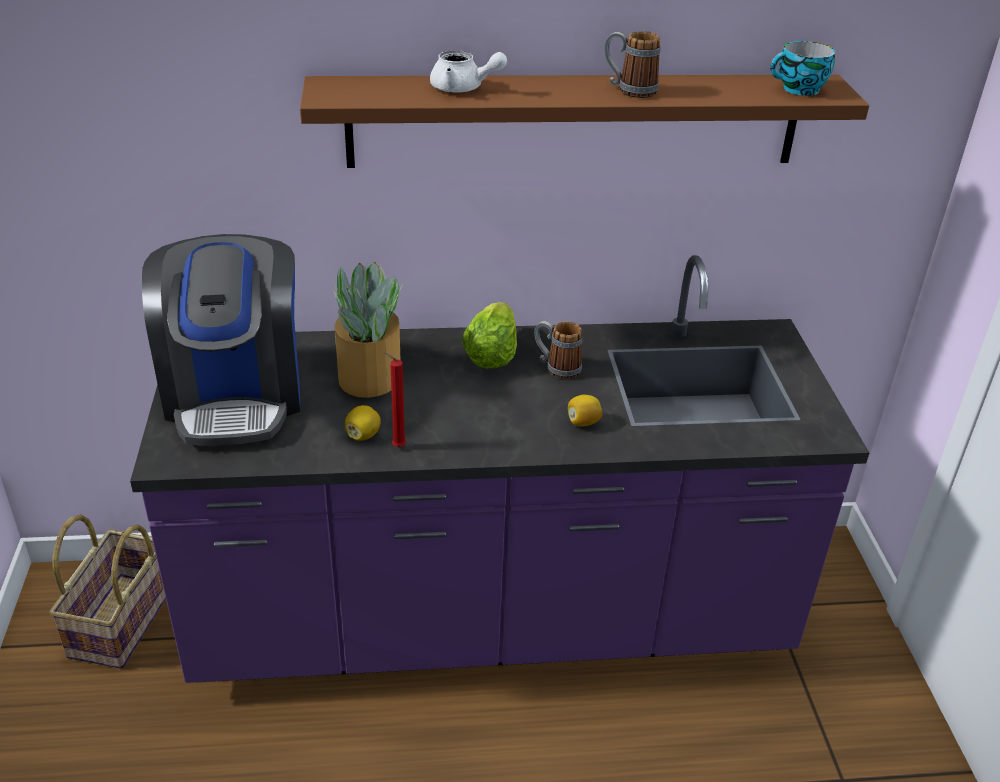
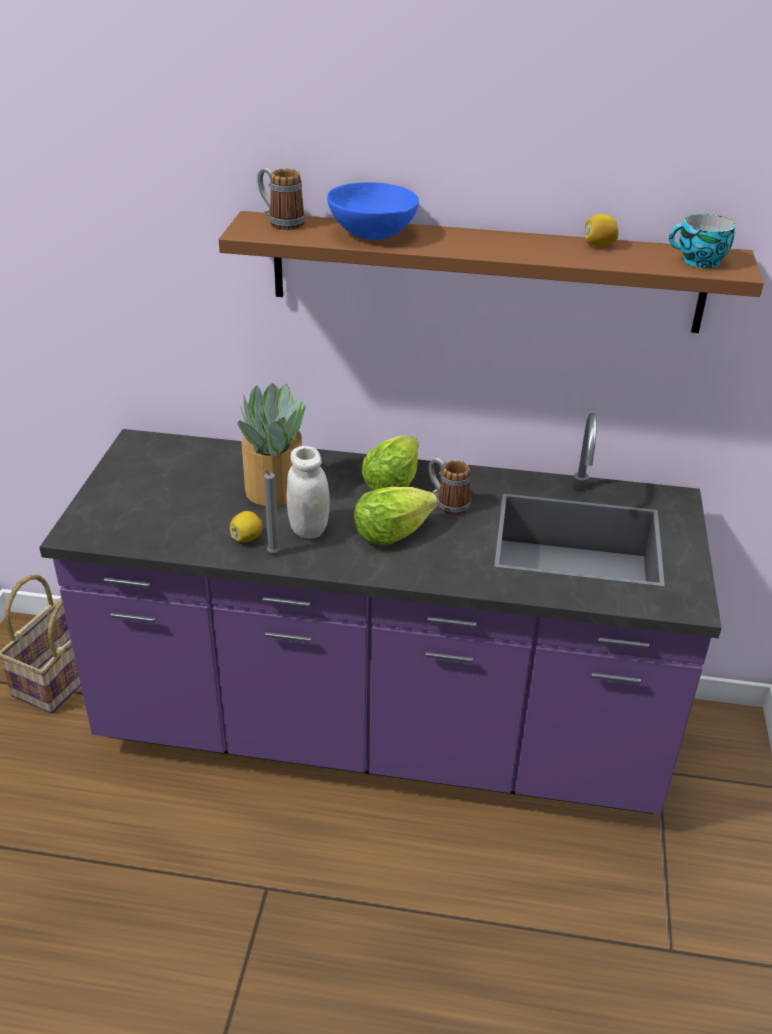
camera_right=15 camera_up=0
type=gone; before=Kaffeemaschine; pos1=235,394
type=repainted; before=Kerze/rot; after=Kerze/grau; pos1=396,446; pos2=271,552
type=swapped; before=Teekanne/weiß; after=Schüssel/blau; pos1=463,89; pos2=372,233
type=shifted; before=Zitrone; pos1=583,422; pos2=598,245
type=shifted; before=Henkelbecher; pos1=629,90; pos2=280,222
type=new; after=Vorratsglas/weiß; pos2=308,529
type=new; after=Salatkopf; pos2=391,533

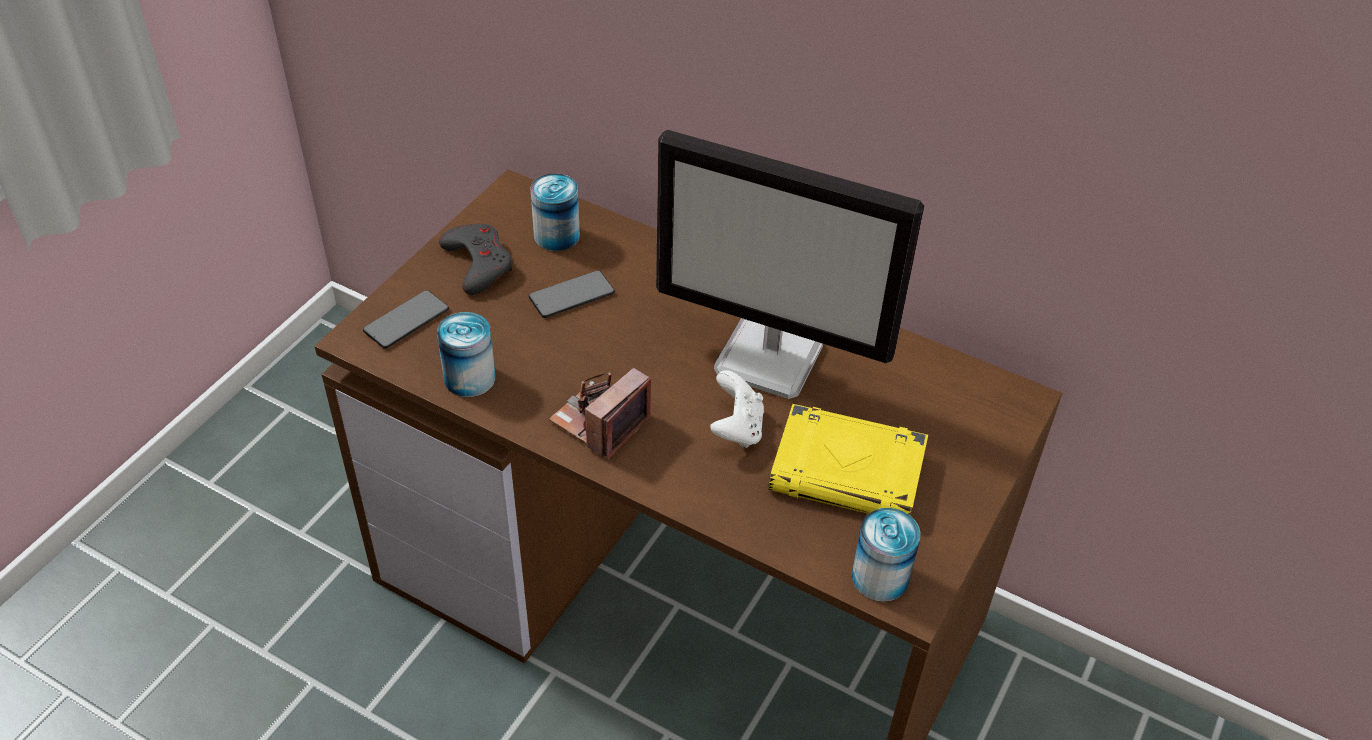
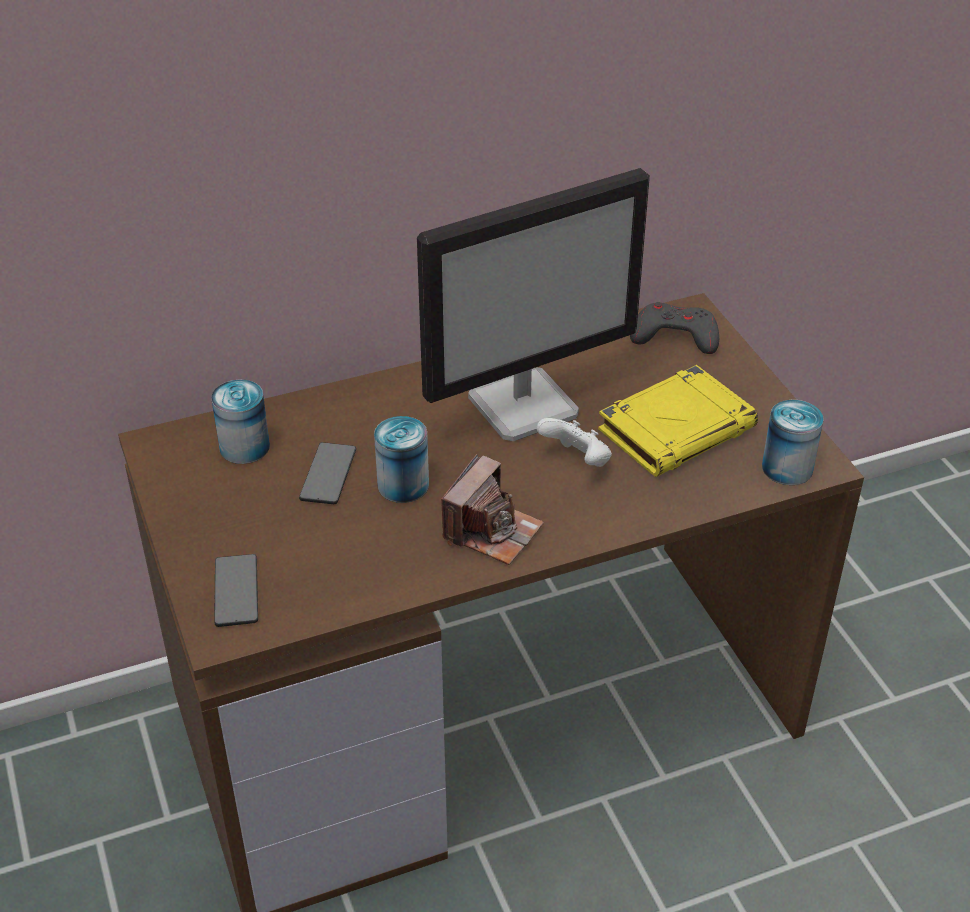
camera_right=-50 camera_up=-5
type=shifted; before=Dose; pos1=470,378; pos2=403,485
type=shifted; before=Gamepad/grau; pos1=478,263; pos2=675,335
type=rotated; before=Kamera; pos1=600,422; pos2=492,531; turn=-135

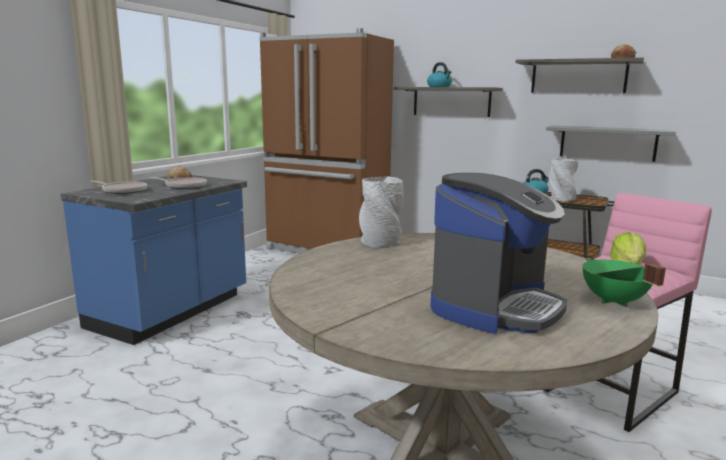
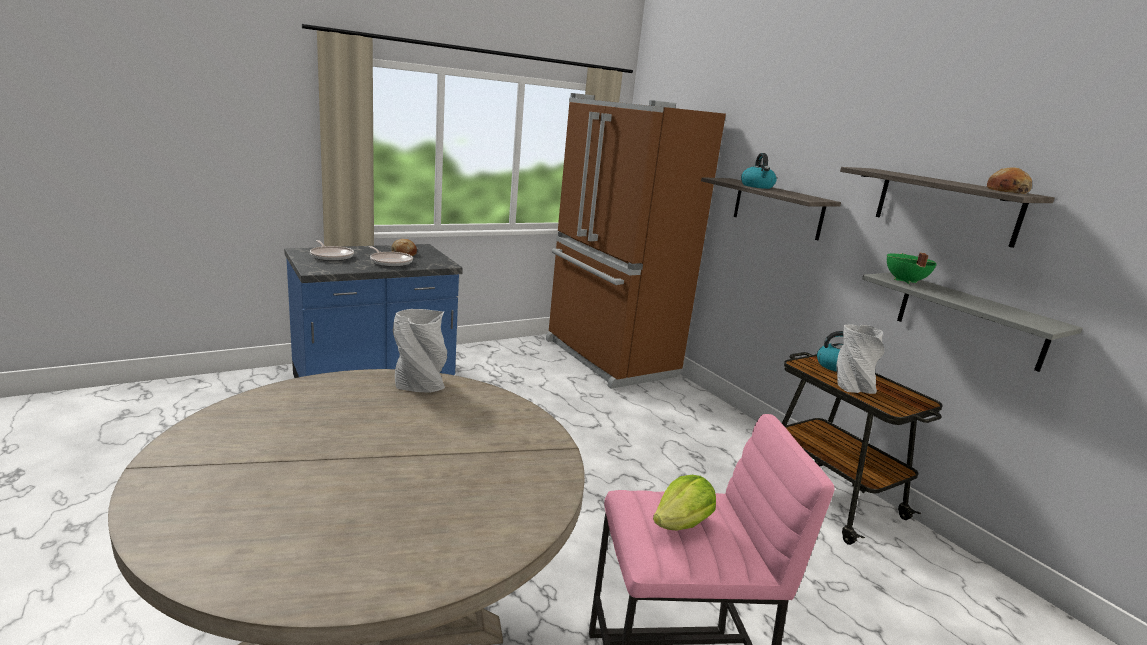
camera_right=30 camera_up=5
type=gone; before=Kaffeemaschine; pos1=494,307
type=shifted; before=Kochtopf/grün; pos1=613,301; pos2=904,281

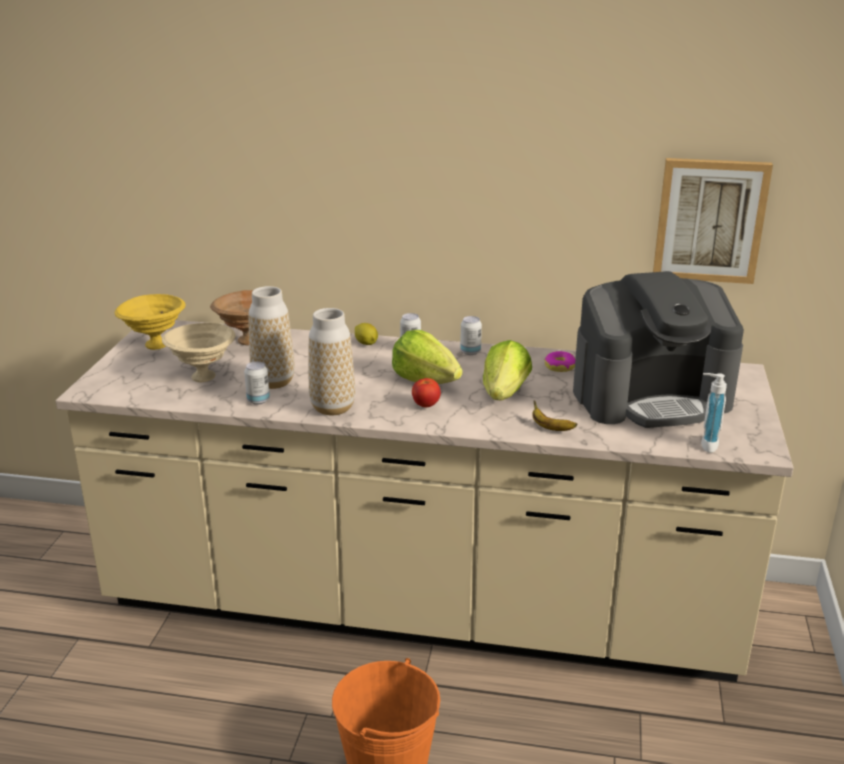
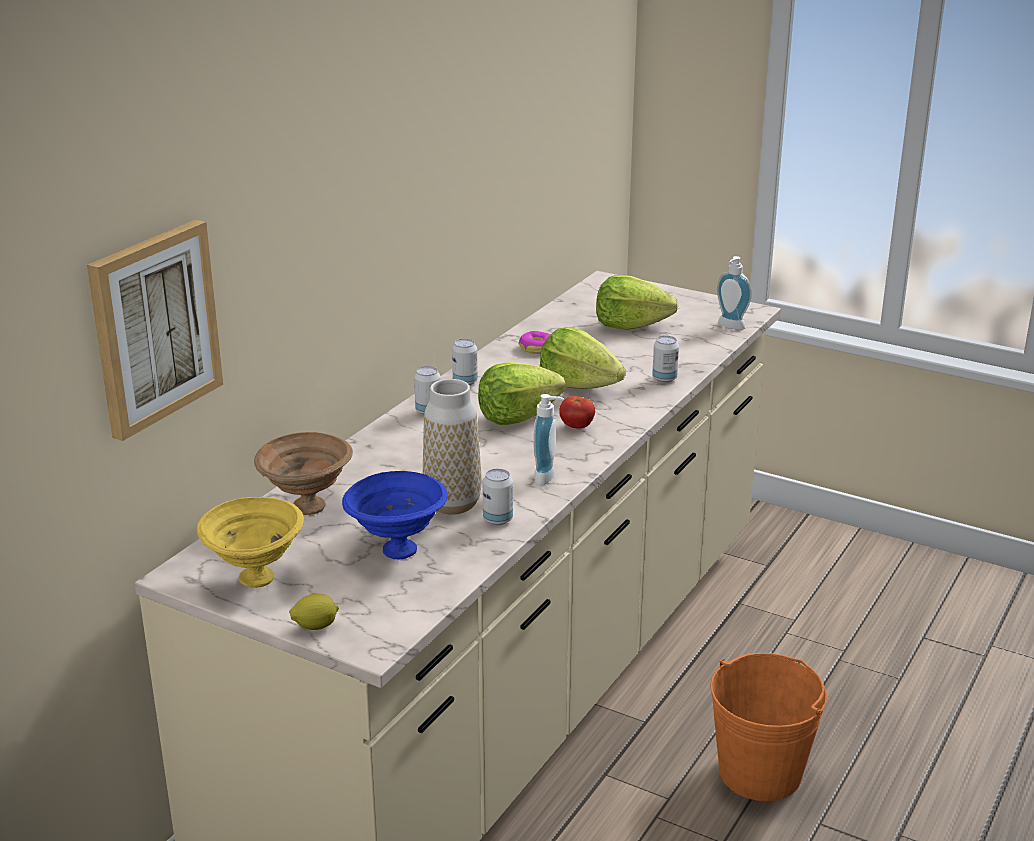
camera_right=-70 camera_up=0
type=repainted; before=Schüssel/beige; after=Schüssel/blau; pos1=202,376; pos2=396,551
type=swapped; before=Vase; after=Seifenspender; pos1=332,408; pos2=548,477
type=shifted; before=Zitrone; pos1=366,343; pos2=315,626
type=swapped; before=Banane; after=Dose; pos1=550,428; pos2=664,379
type=swapped; before=Kaffeemaschine; after=Salatkopf; pos1=651,397; pos2=630,325
type=shifted; before=Bild; pos1=709,220; pos2=154,327

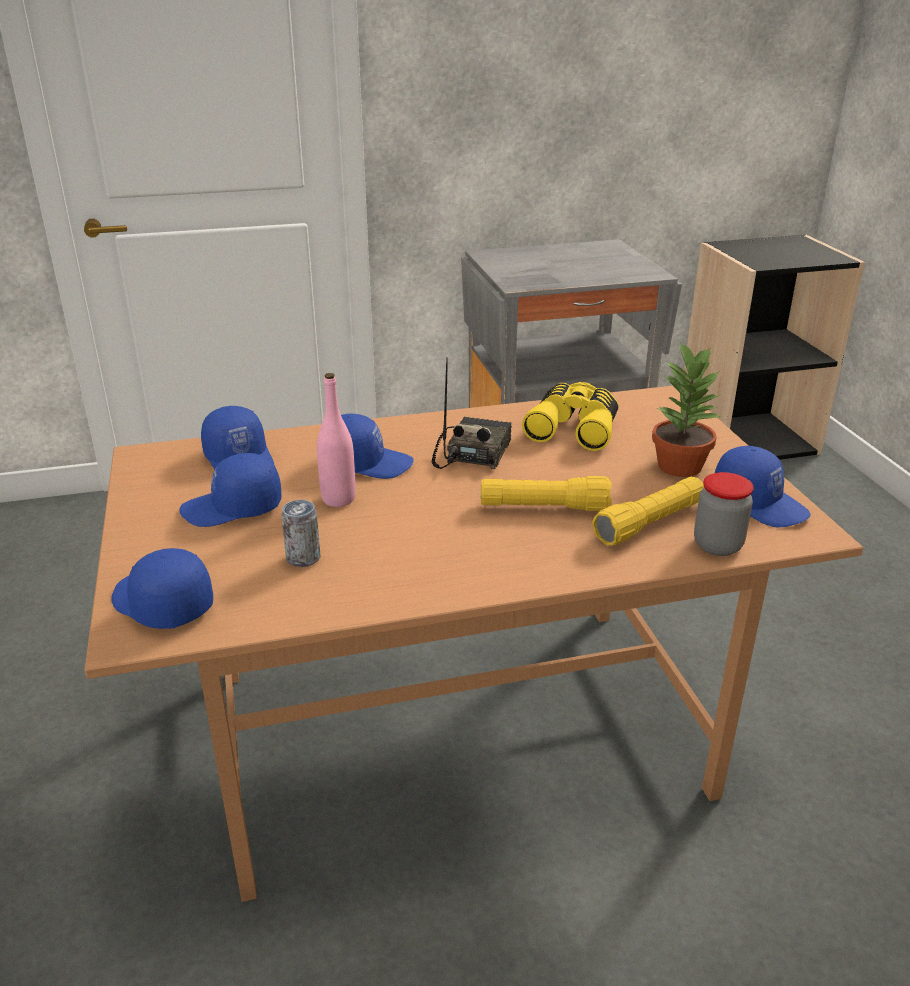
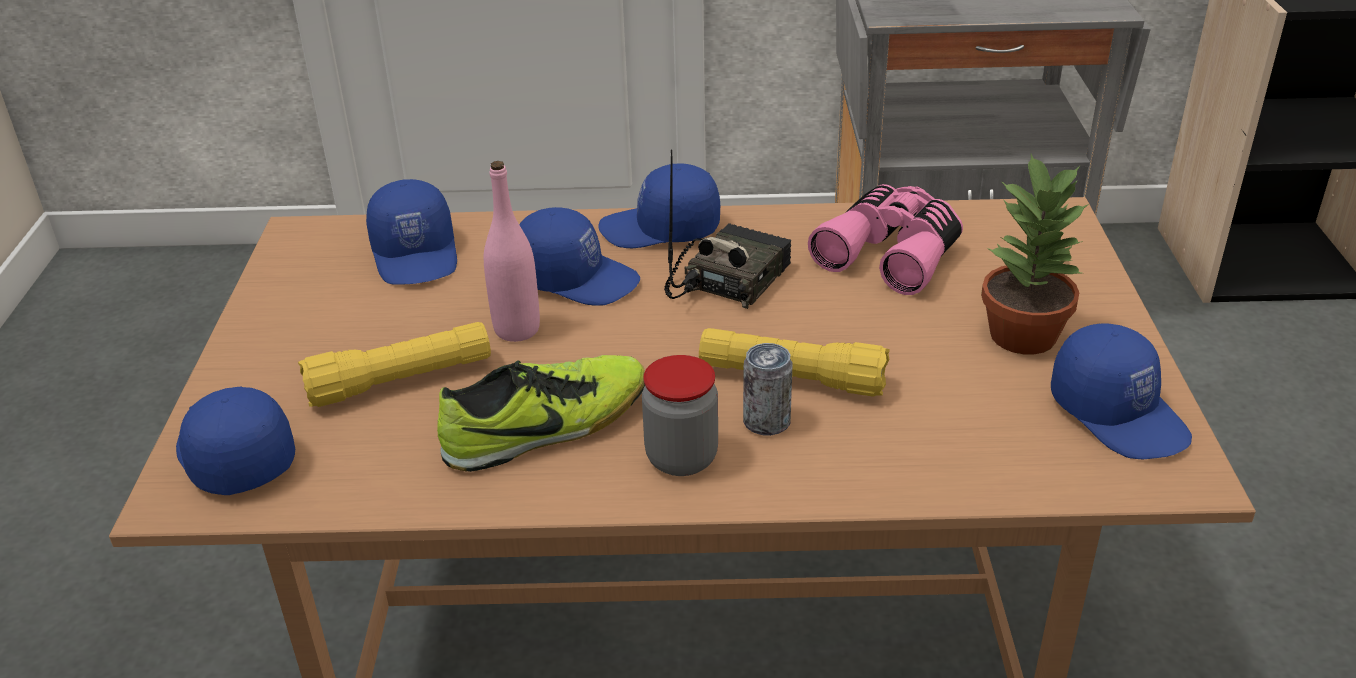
camera_right=15 camera_up=5
type=shifted; before=Kappe/blau; pos1=233,509; pos2=660,230
type=shifted; before=Dose; pos1=303,558; pos2=766,422
type=repainted; before=Fernglas/gelb; after=Fernglas/rosa; pos1=574,428; pos2=892,254
type=shifted; before=Taschenlampe/gelb; pos1=649,523; pos2=401,381
type=shifted; before=Vorratsglas; pos1=717,545; pos2=681,458
type=new; after=Schuh; pos2=547,428

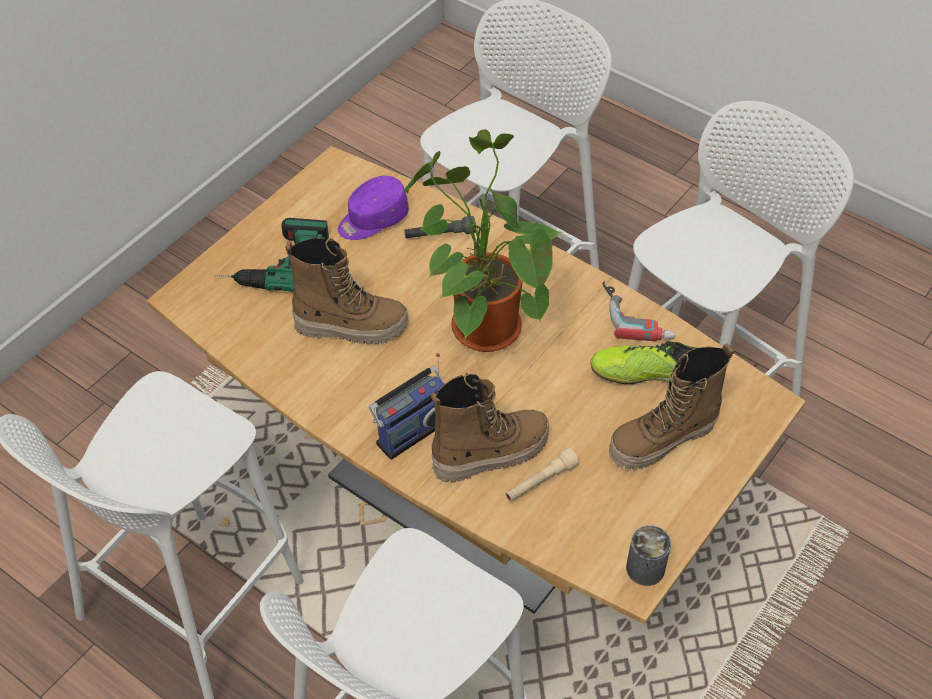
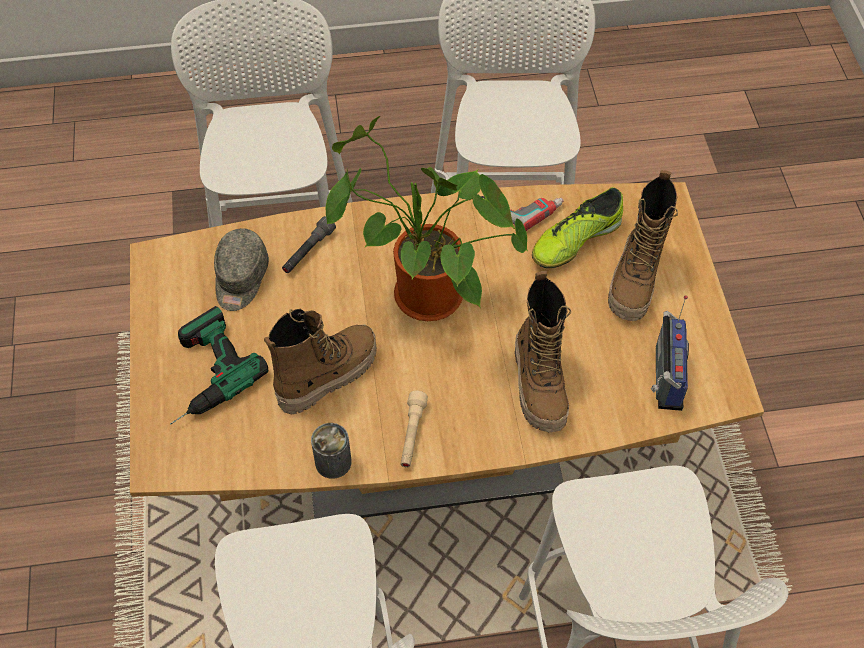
camera_right=-45 camera_up=5
type=repainted; before=Kappe/lila; after=Kappe/grau; pos1=372,220; pos2=240,279
type=shifted; before=Radio; pos1=410,429; pos2=665,377
type=rotated; before=Stiefel; pos1=490,453; pos2=540,385; turn=150
type=shifted; before=Taschenlampe/beige; pos1=540,482; pos2=412,434
type=shifted; before=Dose; pos1=645,568; pos2=333,462

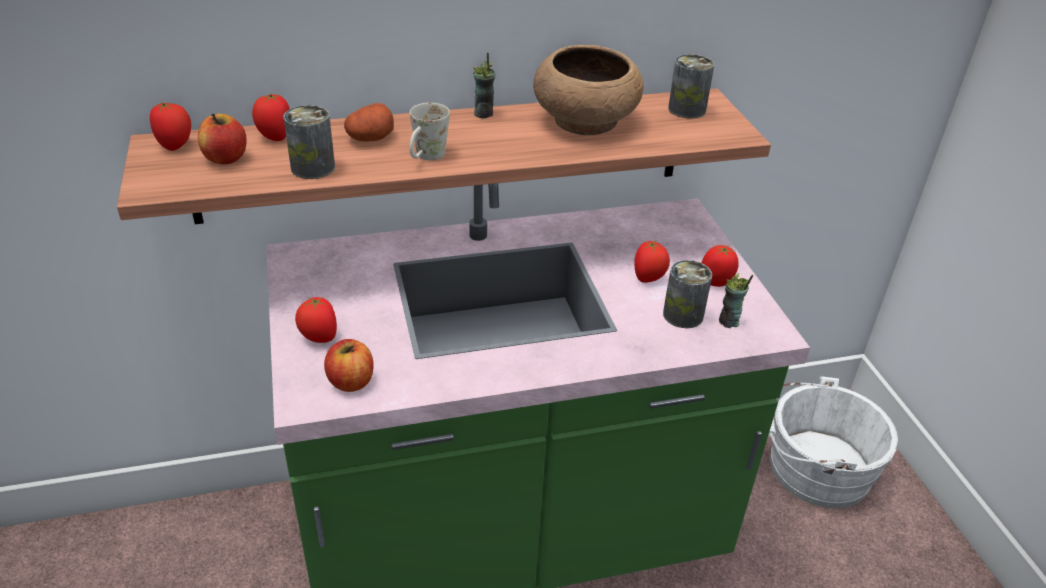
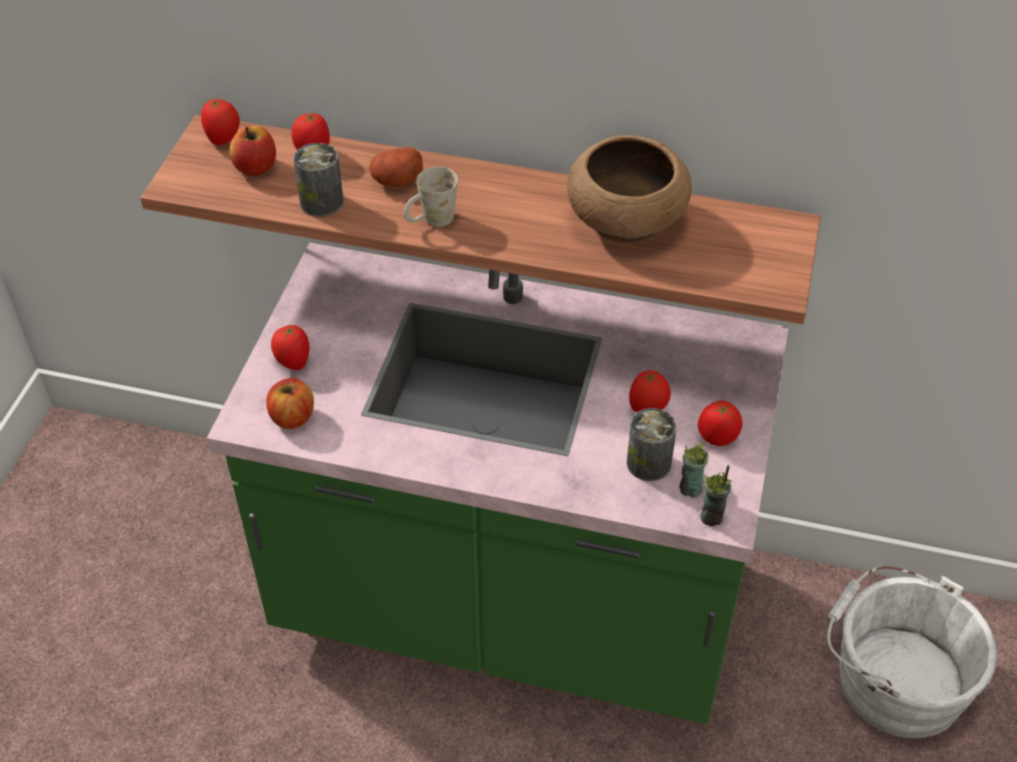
camera_right=30 camera_up=10
type=shifted; before=Tasse; pos1=484,114; pos2=712,517
type=gone; before=Dose; pos1=687,109

